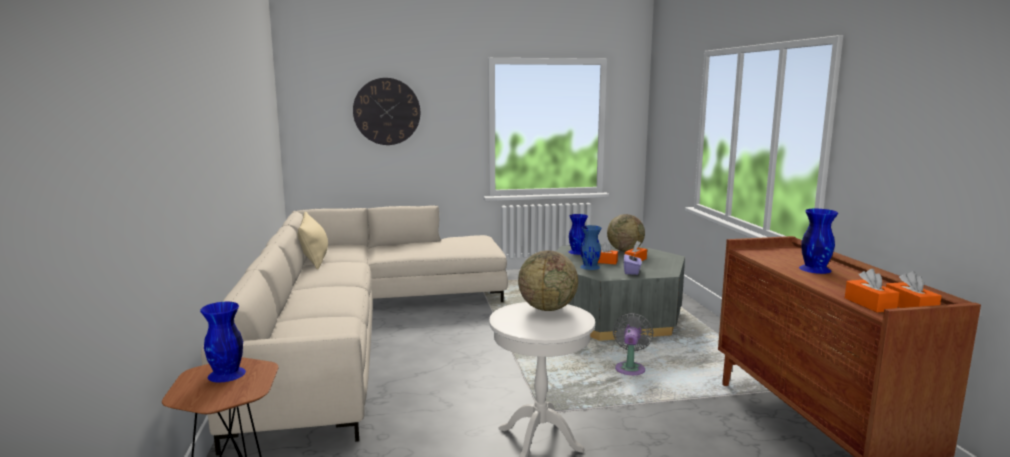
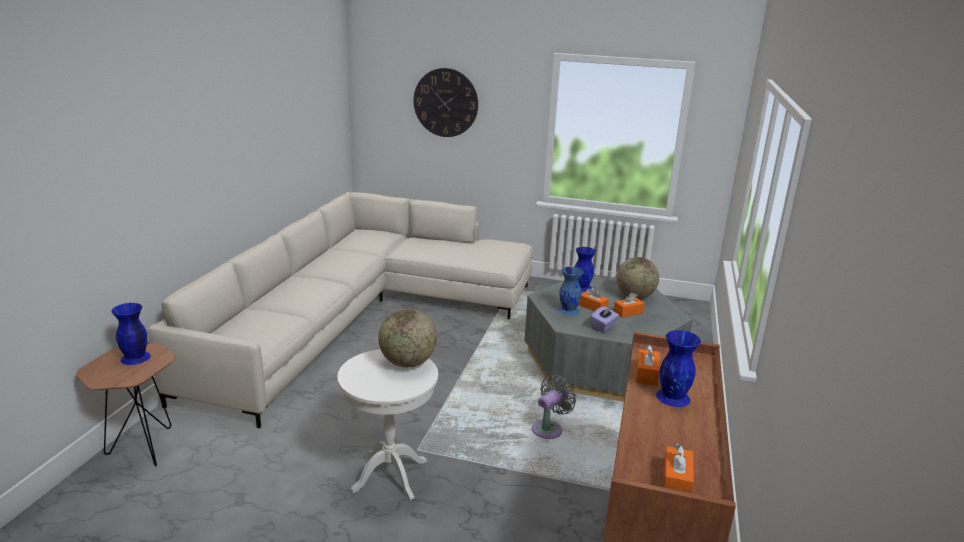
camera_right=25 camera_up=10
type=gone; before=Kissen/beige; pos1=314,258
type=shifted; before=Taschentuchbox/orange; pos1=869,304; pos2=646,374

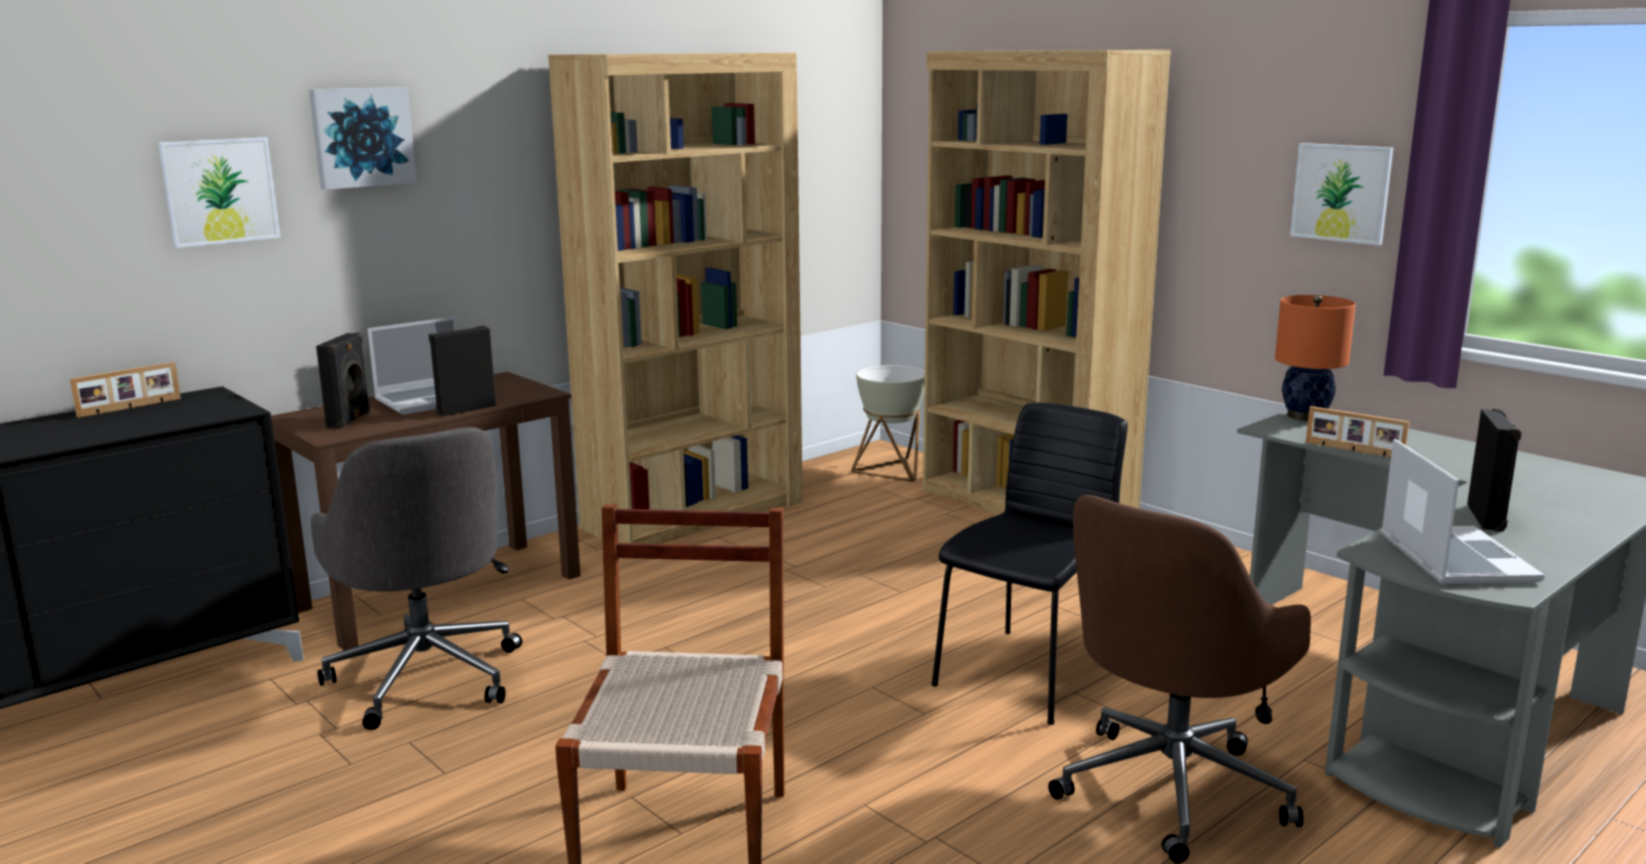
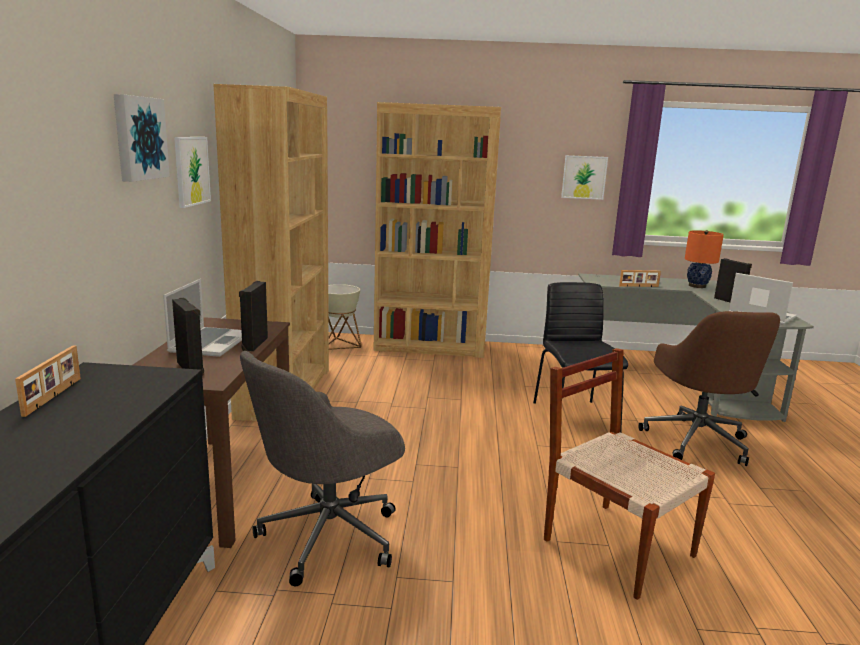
camera_right=-45 camera_up=0
type=shifted; before=Bild; pos1=220,191; pos2=191,171
type=rotated; before=Bürostuhl/grau; pos1=427,679; pos2=328,538; turn=120
type=shifted; before=Tischlampe/orange; pos1=1305,416; pos2=697,286

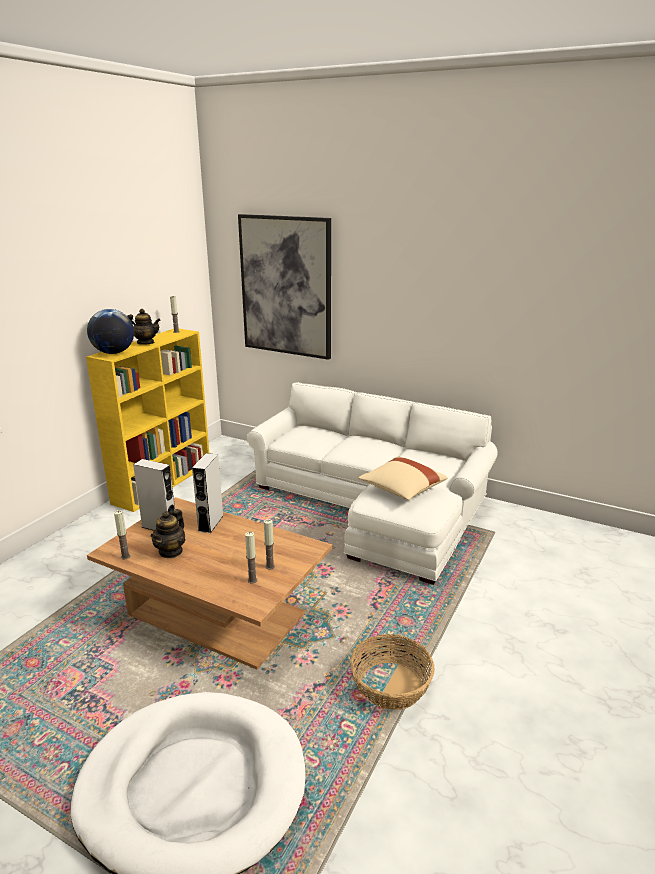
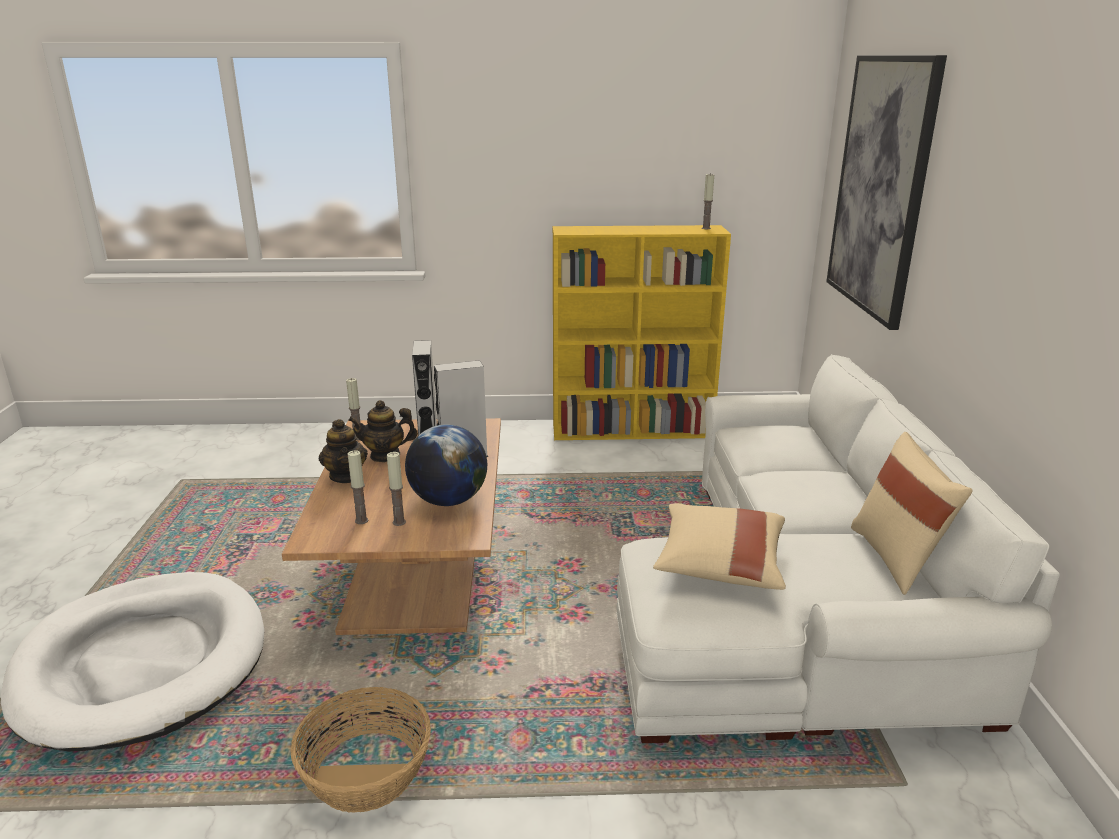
camera_right=60 camera_up=0
type=shifted; before=Globus; pos1=114,353; pos2=448,500
type=shifted; before=Teekanne; pos1=145,343; pos2=346,476
type=new; after=Kissen/beige; pos2=897,558

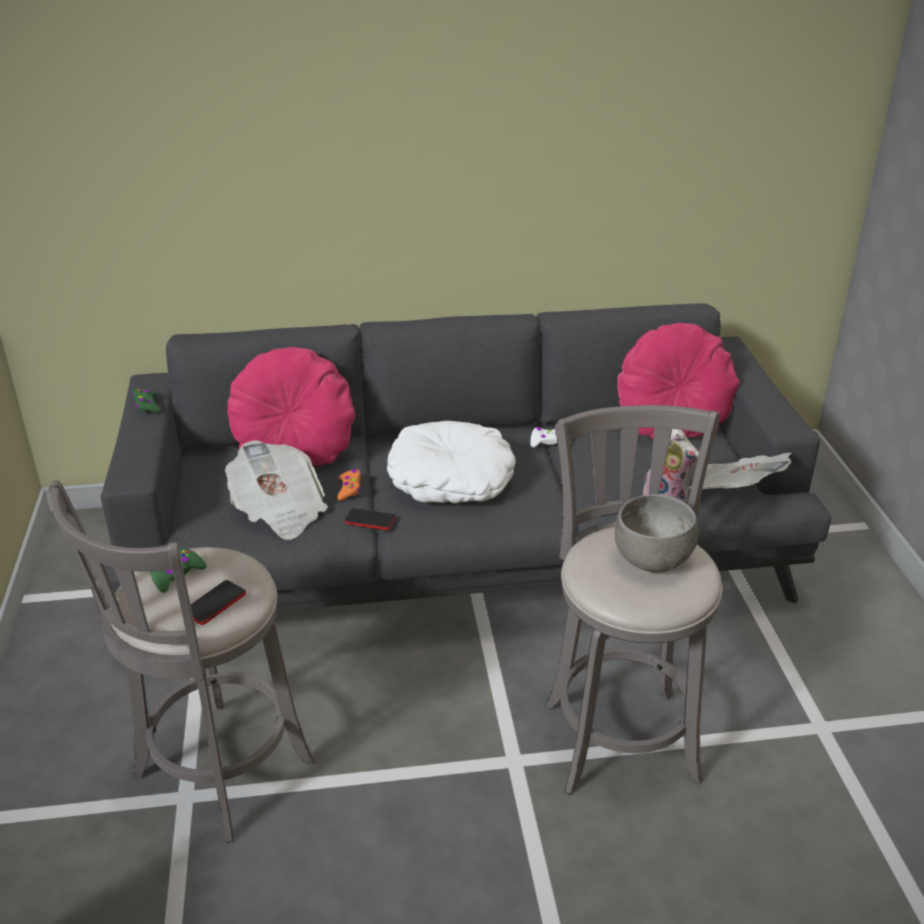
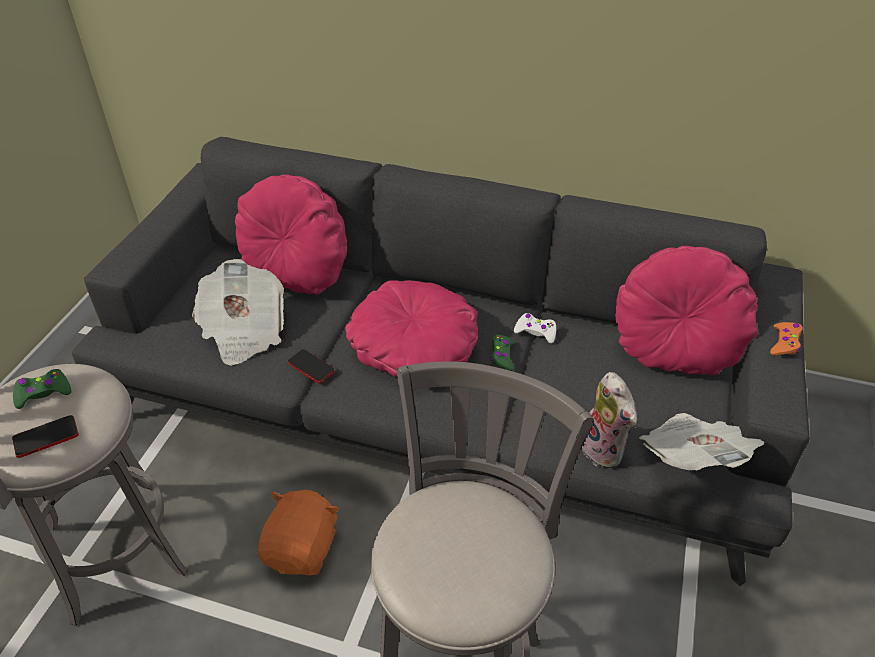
camera_right=25 camera_up=10
type=shifted; before=Gamepad/grün; pos1=147,405; pos2=502,356
type=shifted; before=Gamepad/orange; pos1=349,489; pos2=784,343
type=repainted; before=Kissen/weiß; after=Kissen/rosa; pos1=451,478; pos2=416,344
type=gone; before=Schüssel/grau; pos1=651,559
type=new; after=Plüschtier/orange; pos2=303,548

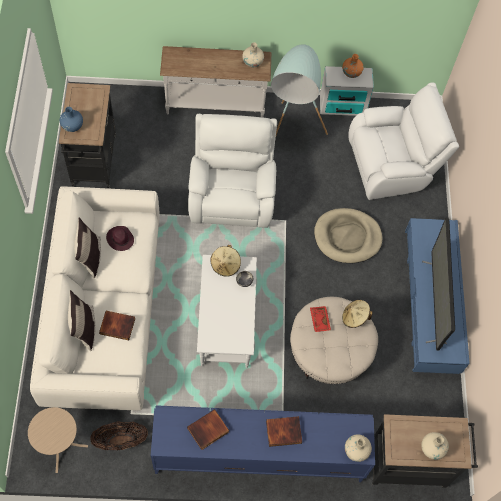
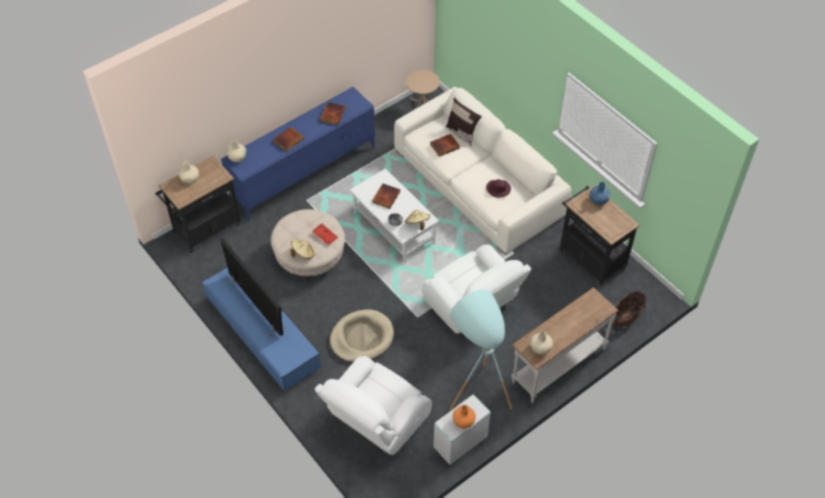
camera_right=145 camera_up=-10
type=gone; before=Kissen; pos1=90,257
type=shifted; before=Korb; pos1=120,440; pos2=626,317
type=new; after=Buch; pos2=385,197

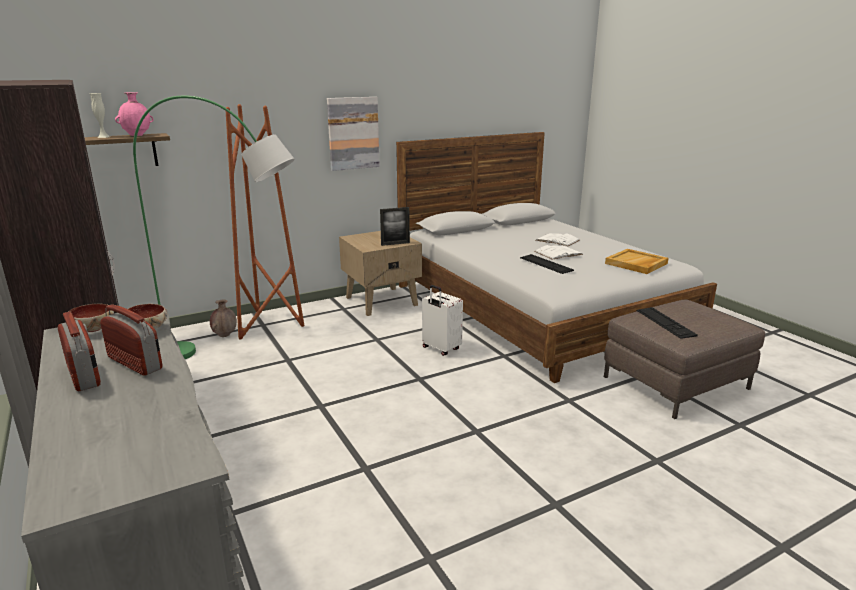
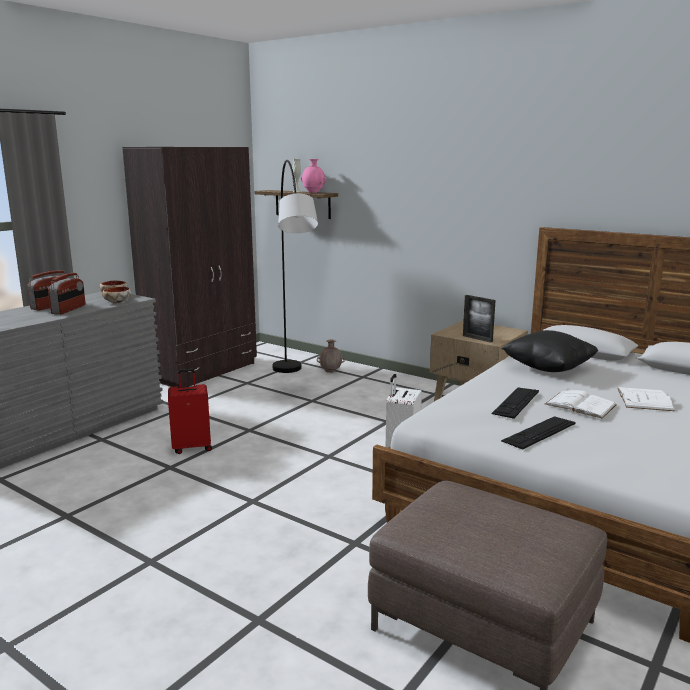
camera_right=65 camera_up=-5
type=repainted; before=Stehlampe/grün; after=Stehlampe/grau; pos1=237,360; pos2=294,386
type=gone; before=Kleiderständer/braun; pos1=268,326
type=gone; before=Bild; pos1=353,133
type=gone; before=Tablett/beige; pos1=636,264
type=shifted; before=Tastatur; pos1=665,322; pos2=539,432
type=new; after=Koffer/rot; pos2=192,447
type=new; after=Kissen/schwarz; pos2=548,368

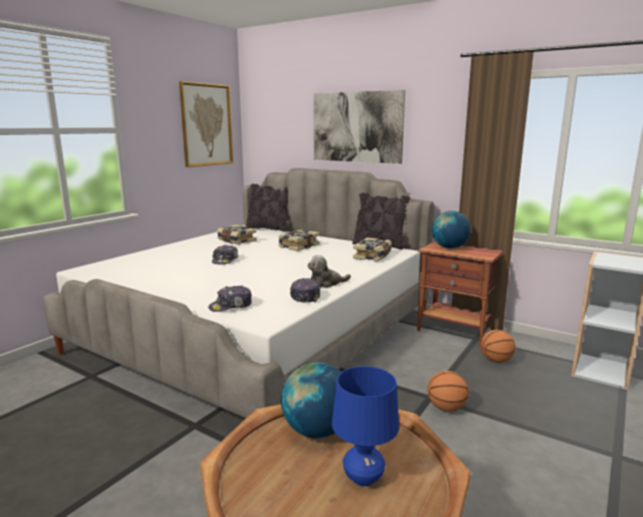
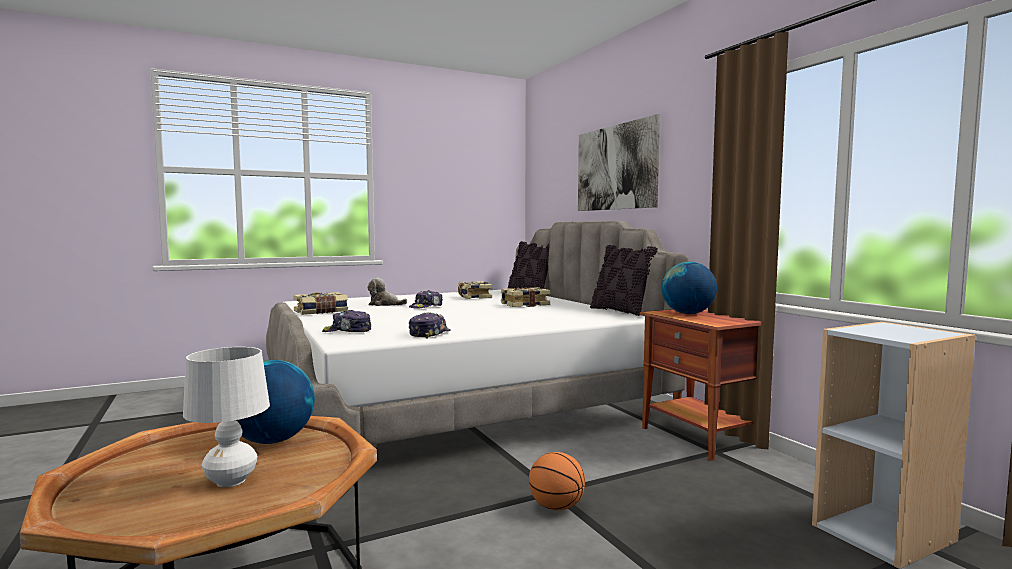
camera_right=30 camera_up=-10
type=gone; before=Bild; pos1=206,125
type=shifted; before=Plüschtier; pos1=326,283; pos2=384,304
type=repainted; before=Tischlampe/blau; after=Tischlampe/weiß; pos1=363,478; pos2=231,481
type=shifted; before=Buch; pos1=373,256; pos2=321,312
type=gone; before=Basketball; pos1=495,361

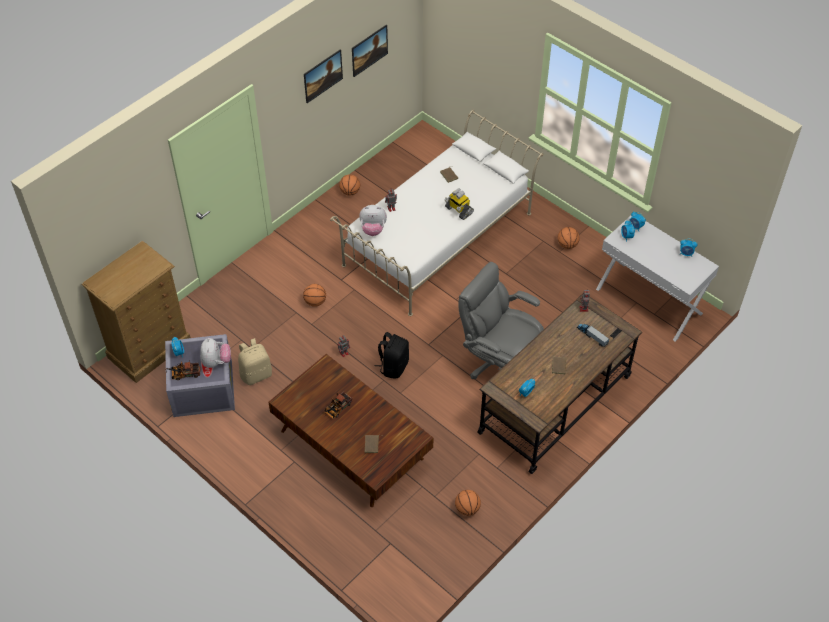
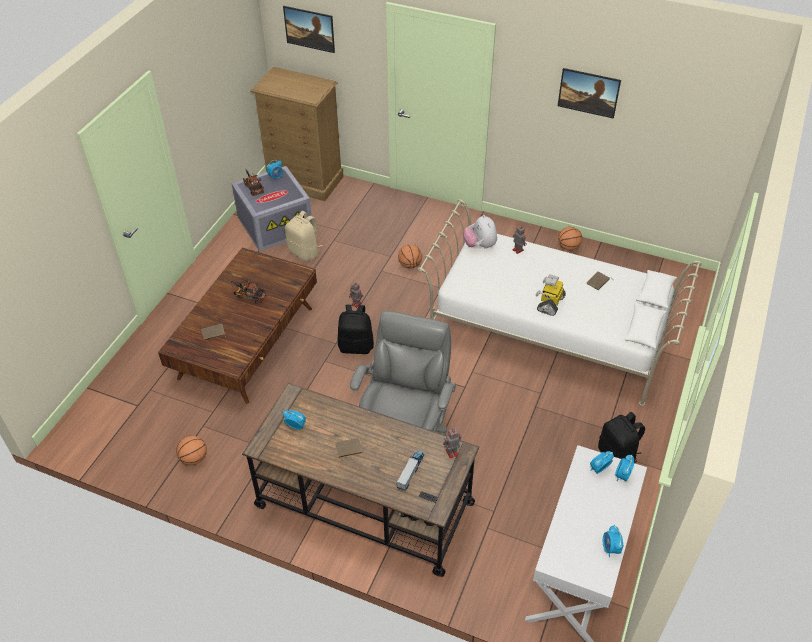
camera_right=70 camera_up=-5
type=gone; before=Plüschtier; pos1=216,362
type=shifted; before=Bild; pos1=369,57; pos2=310,38
type=swapped; before=Basketball; after=Rucksack/schwarz; pos1=567,245; pos2=617,455

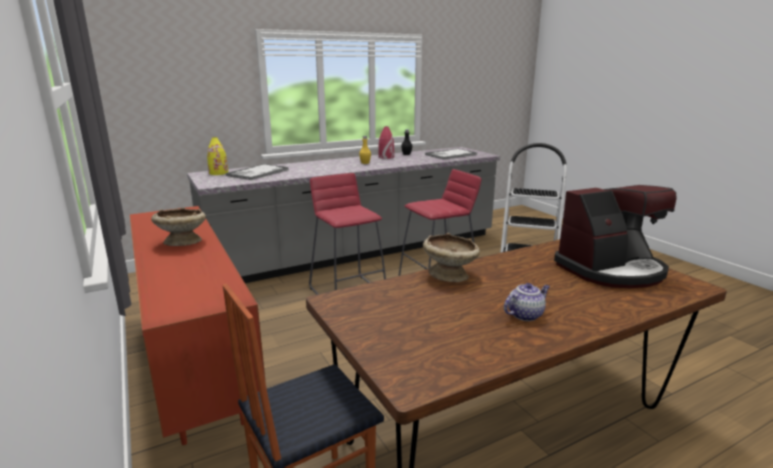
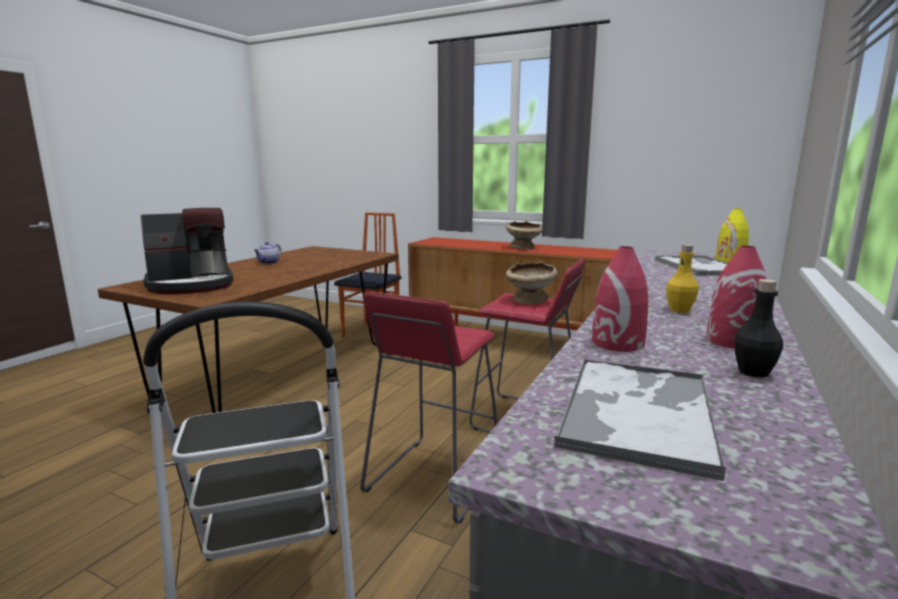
camera_right=145 camera_up=-5
type=shifted; before=Schüssel/beige; pos1=449,275; pos2=530,300
type=rotated; before=Kaffeemaschine; pos1=611,270; pos2=192,285; turn=-150
type=new; after=Vase/rot; pos2=618,343

